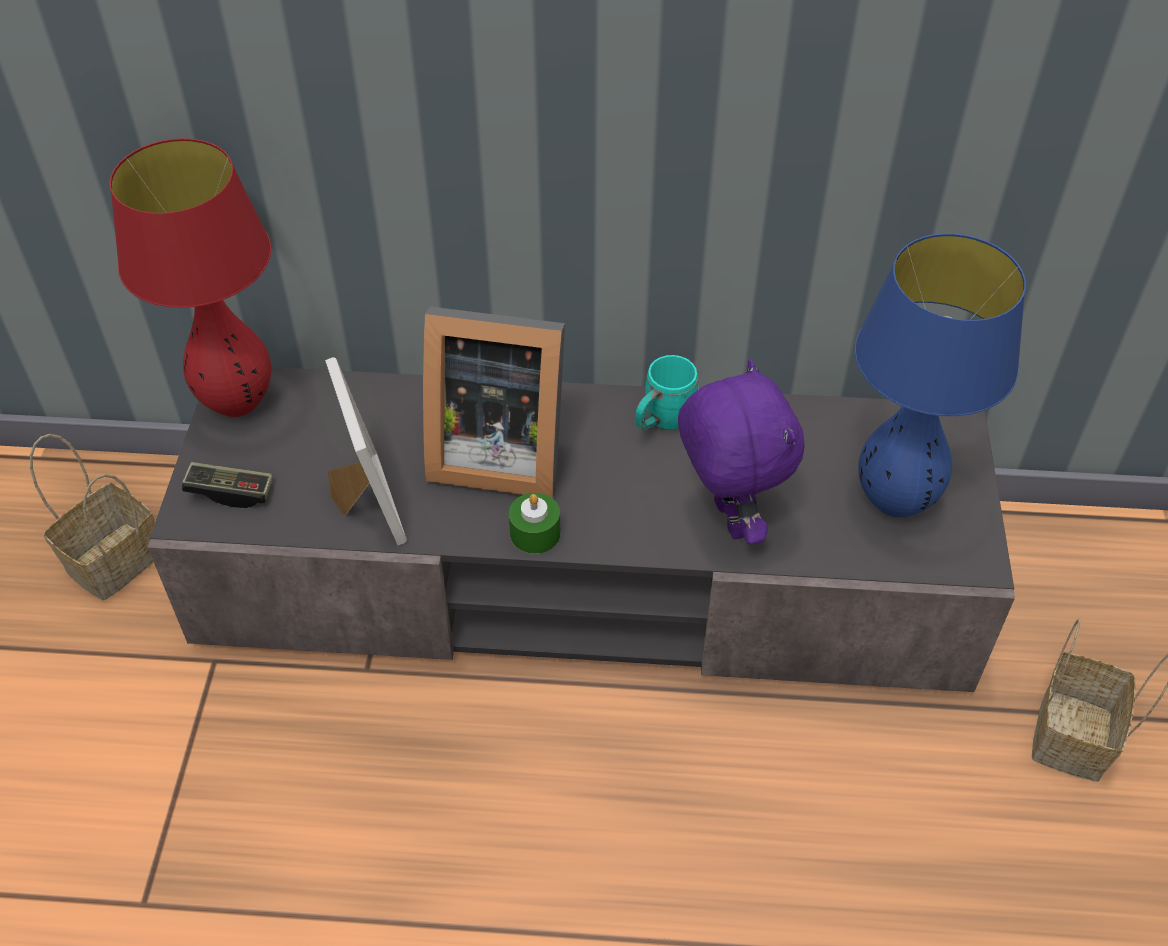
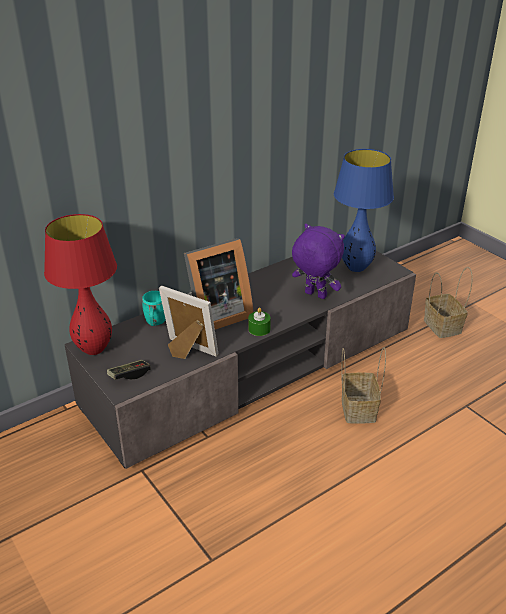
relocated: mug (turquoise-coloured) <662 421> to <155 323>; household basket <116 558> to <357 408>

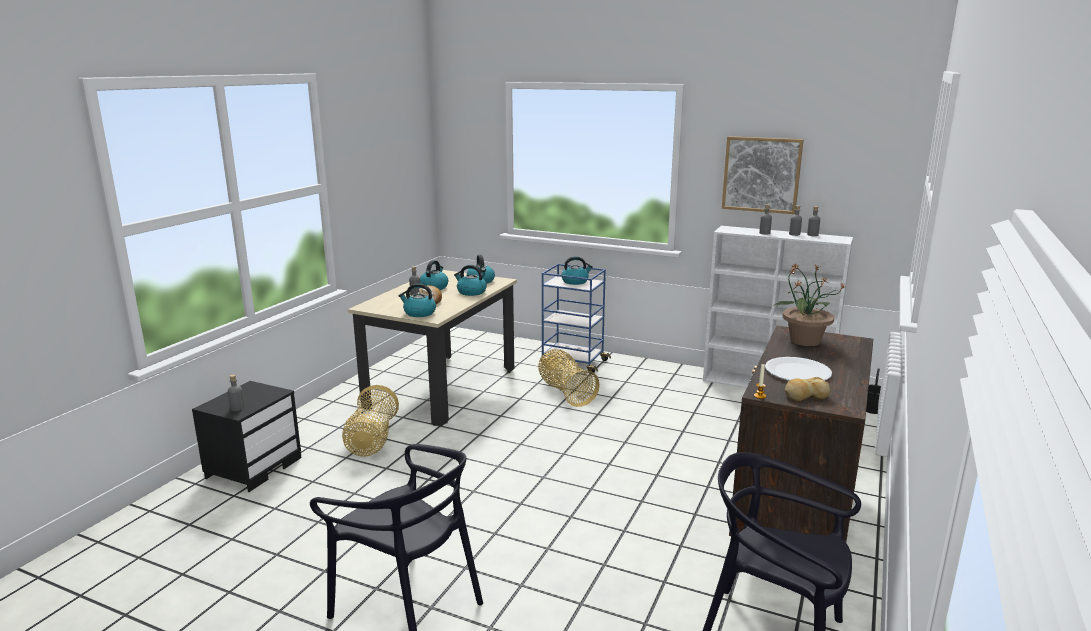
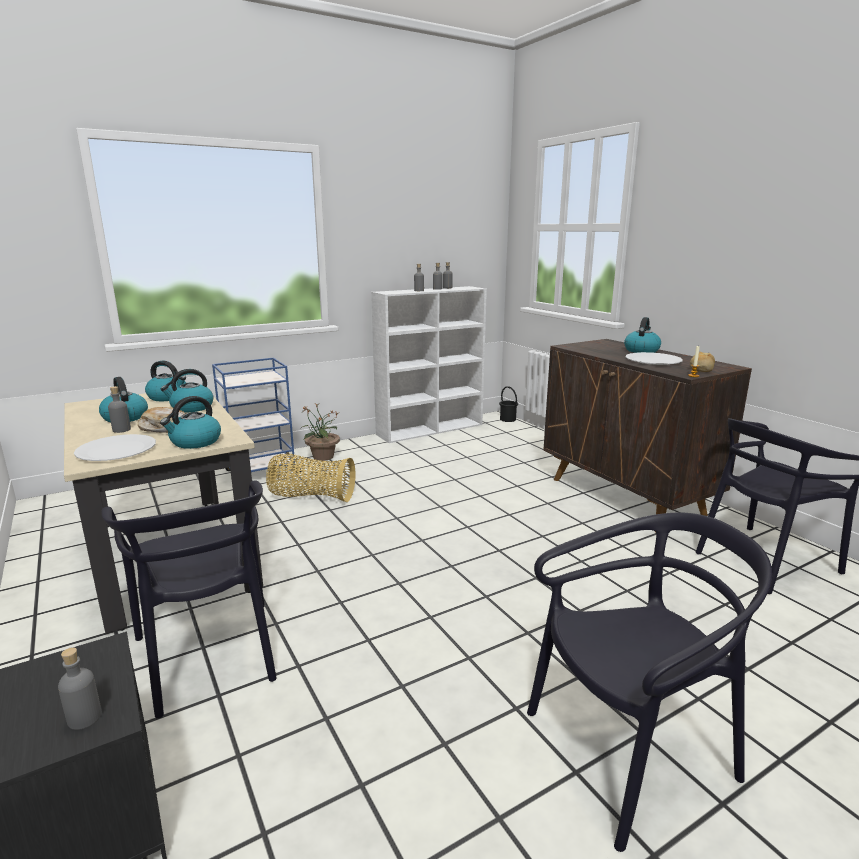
missing: wall picture <761 174>
appeared: flat dish (white-coloured) <116 450>
relocated: potted plant <803 341> to <322 457>; kettle <575 281> to <641 350>
exchanged: household basket <371 440> to upright chair (black-coloured) <209 654>

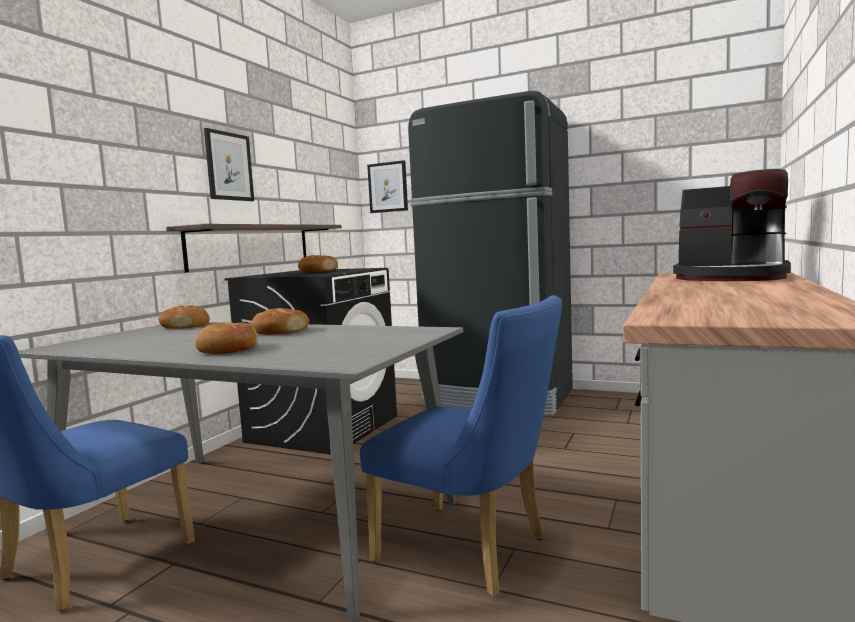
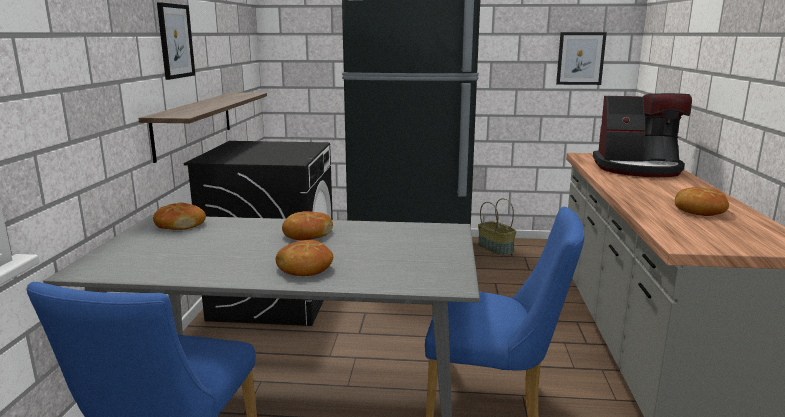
appeared: household basket <496 248>
relocated: wall picture <388 187> to <580 58>; baked bread <317 271> to <699 210>

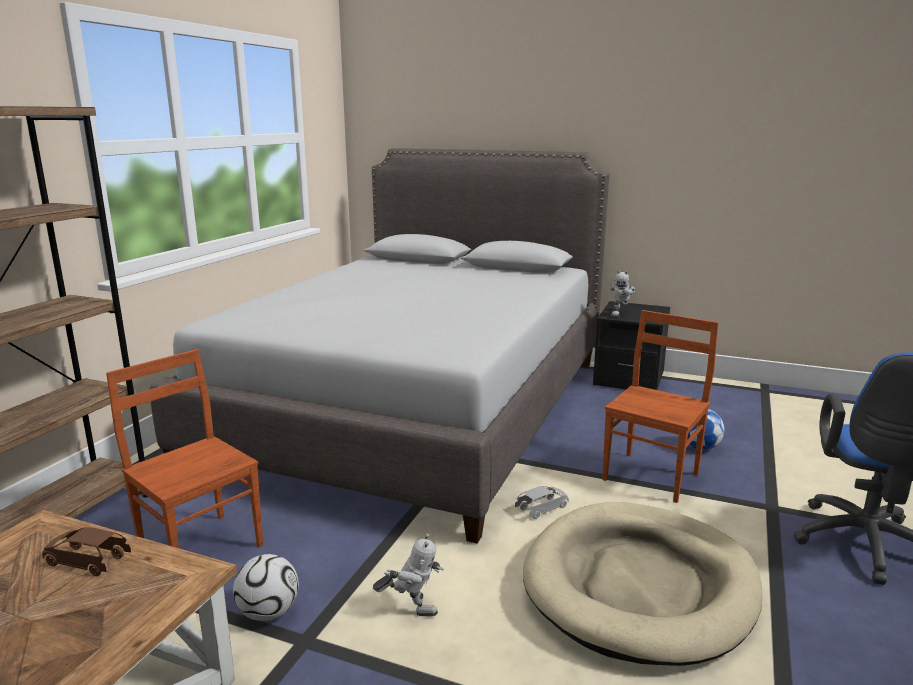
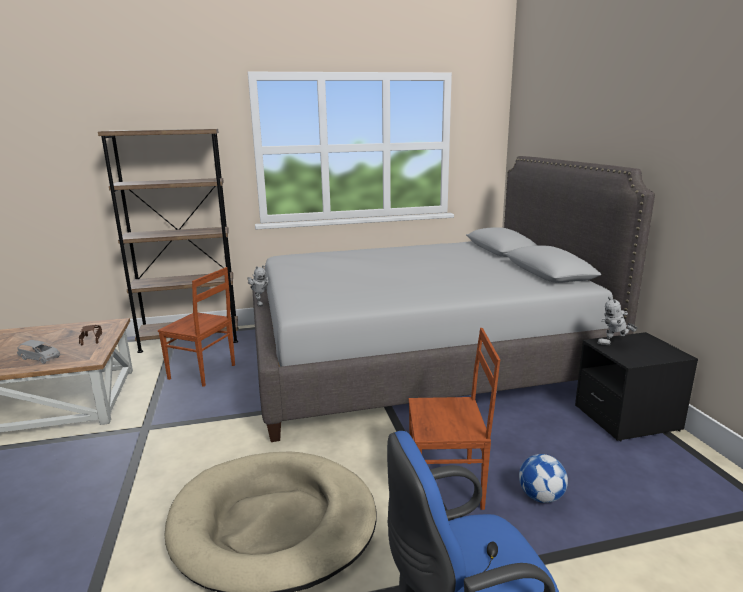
missing: football ball <269 613>
relocated: toy car (gray) <542 509> to <40 358>; model robot <411 609> to <260 303>
spun: upright chair (brownish) <202 547> = <202 372> 105 degrees clockwise

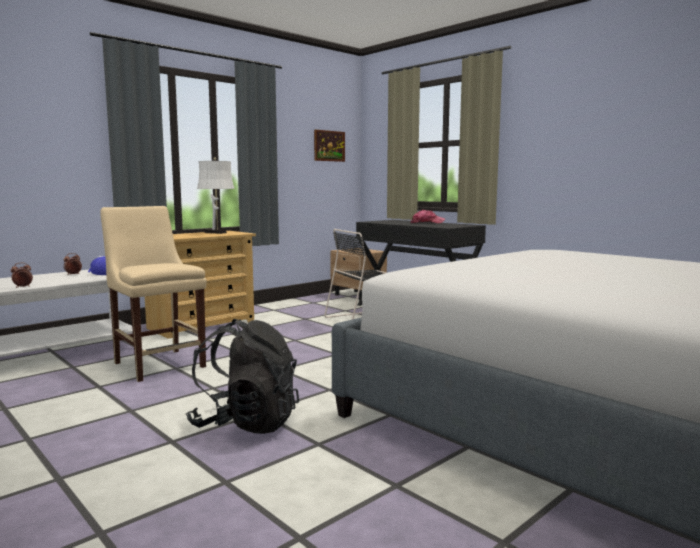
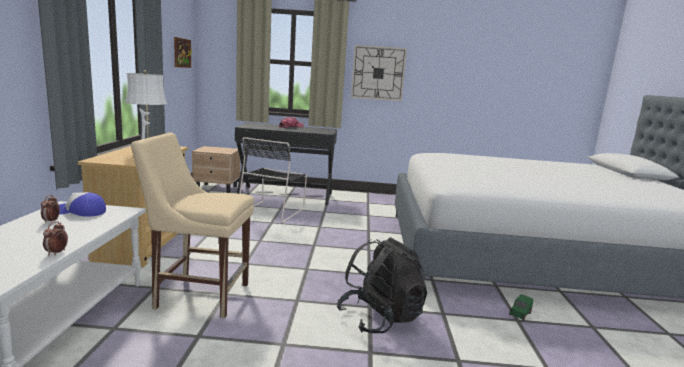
appeared: clock on the wall <378 73>; toy car (green) <520 314>

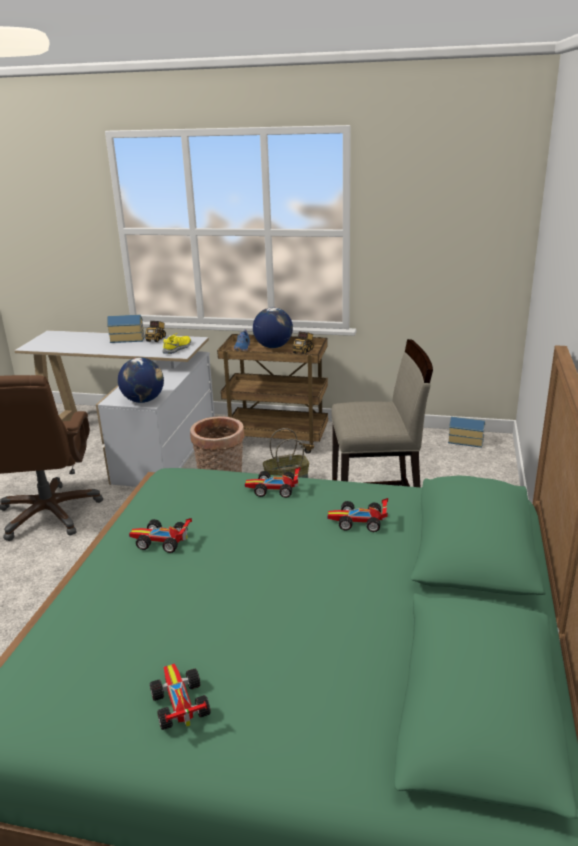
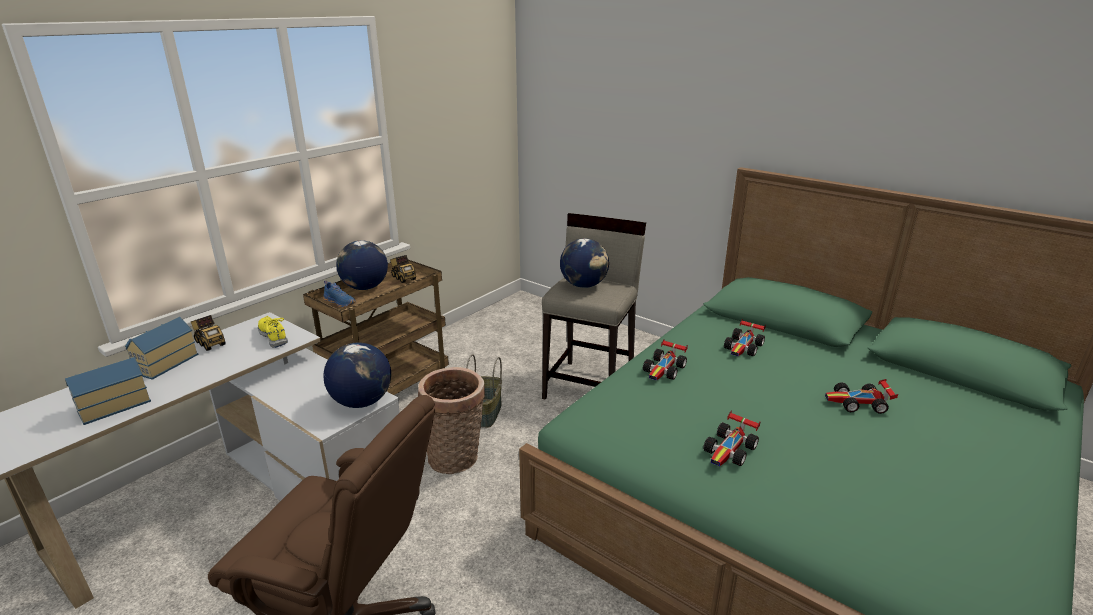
appeared: globe <584 285>
relocated: toy house <465 440> to <113 405>; toy car <178 704> to <858 403>

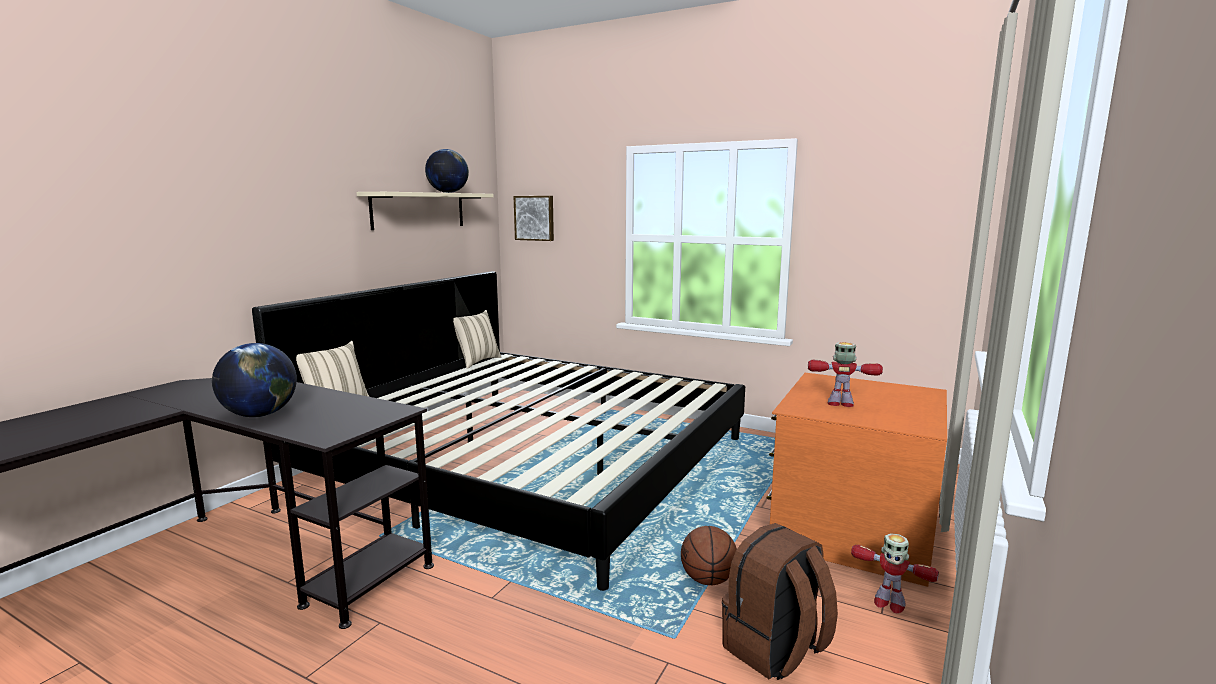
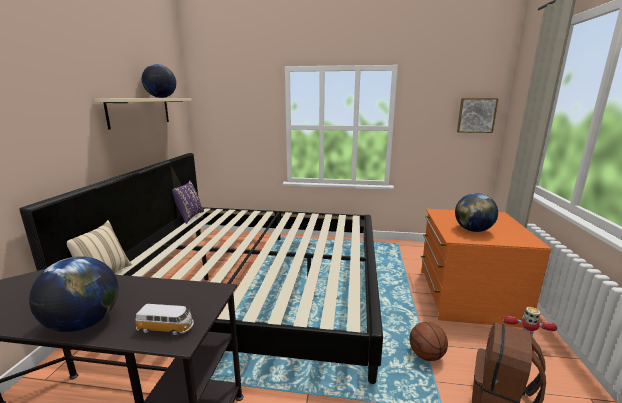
appeared: toy car <167 328>
relocated: wall picture <535 218> to <476 115>
exchanged: model robot <841 404> to globe <473 230>
colour: throw pillow (beige) <477 361> to throw pillow (purple-coloured) <189 217>

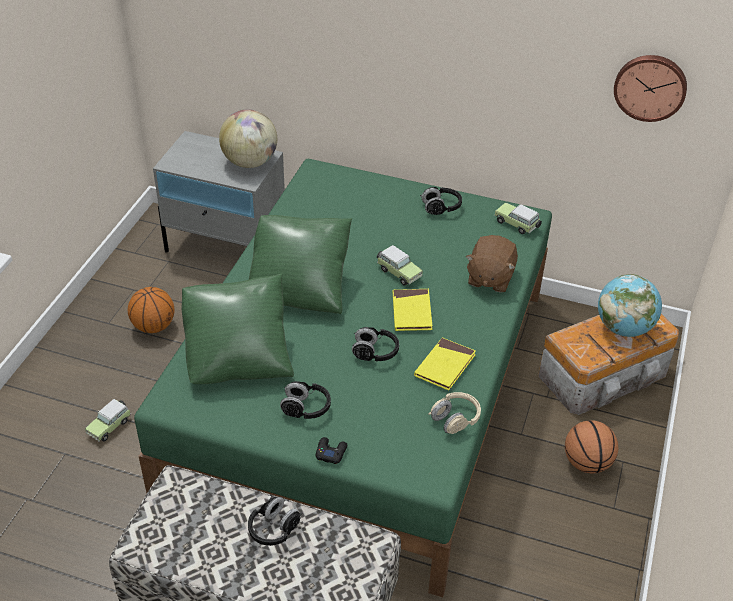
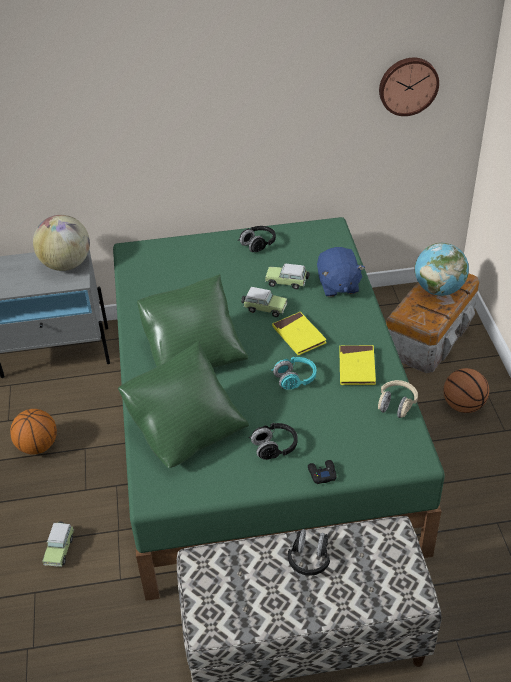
relocated: toy car <517 225> to <287 283>
colour: headset (black-coloured) <375 352> to headset (turquoise-coloured) <295 379>; plush toy (brownish) <489 278> to plush toy (bluish) <338 285>

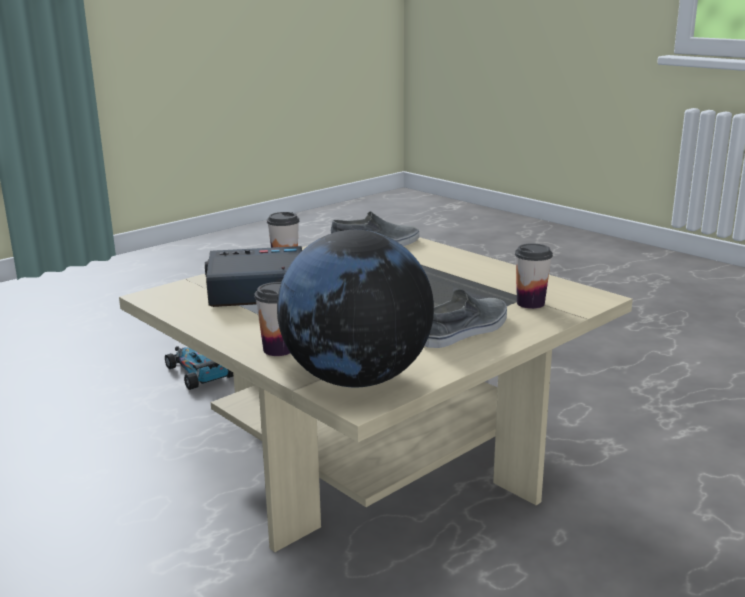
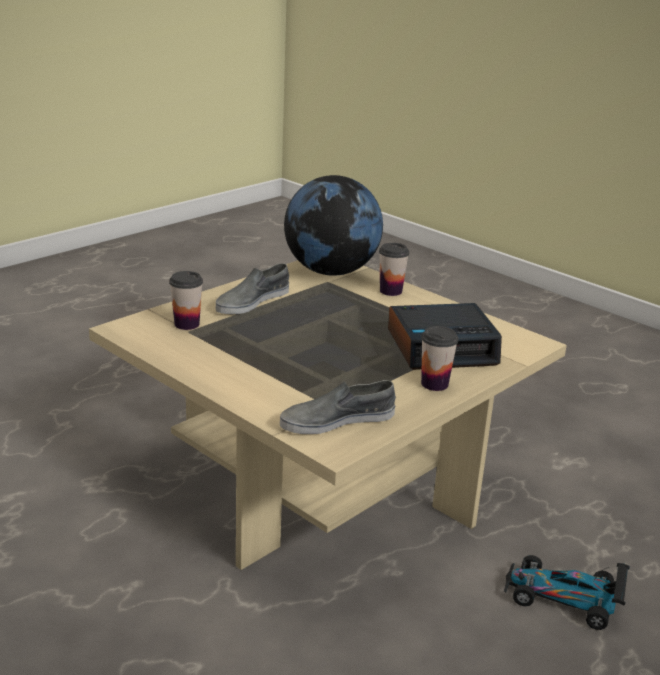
spun: toy car <200 373> = <564 598> 150 degrees clockwise

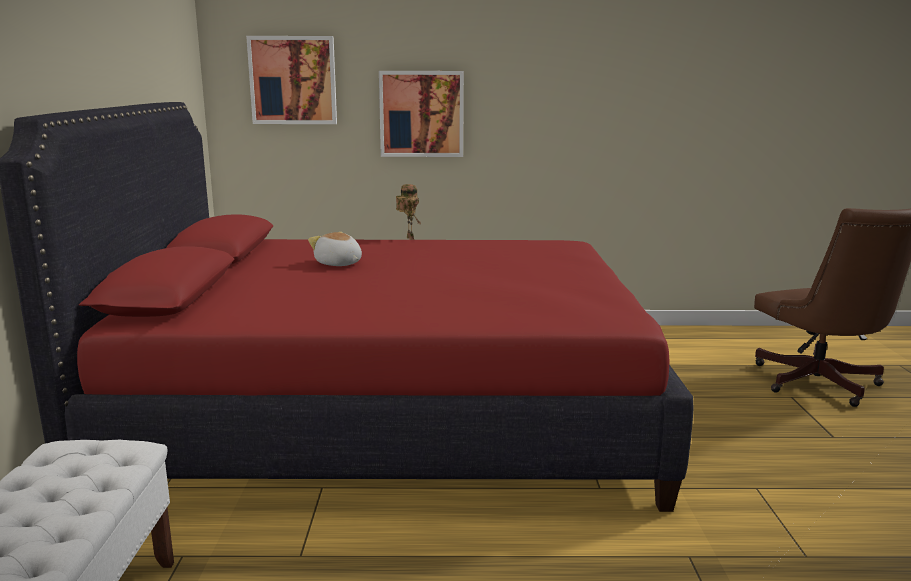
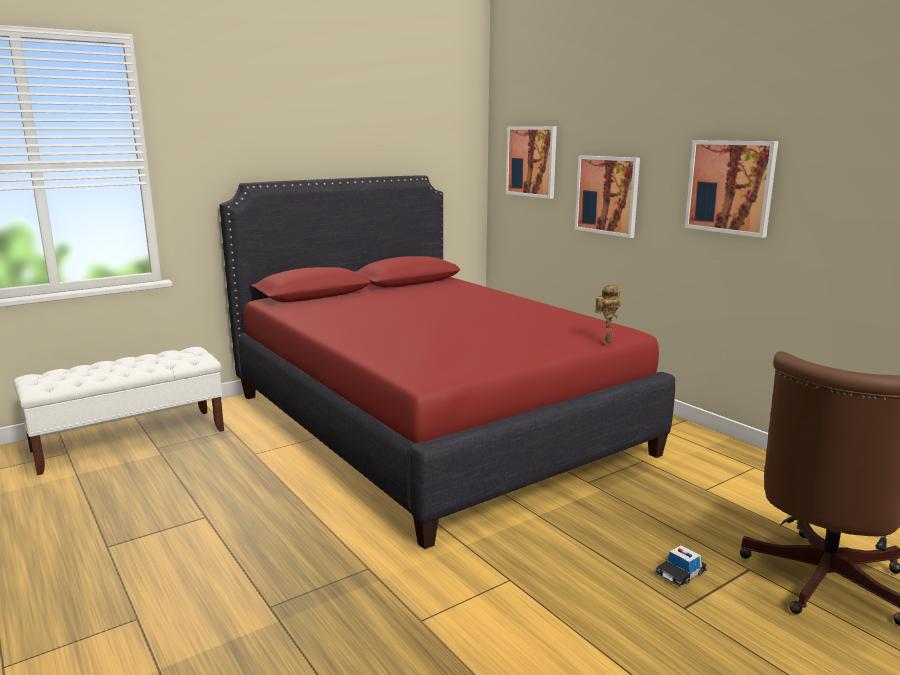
missing: plush toy <338 264>
appeared: toy car <680 573>; wall picture <730 187>
relocated: model robot <408 238> to <606 341>

